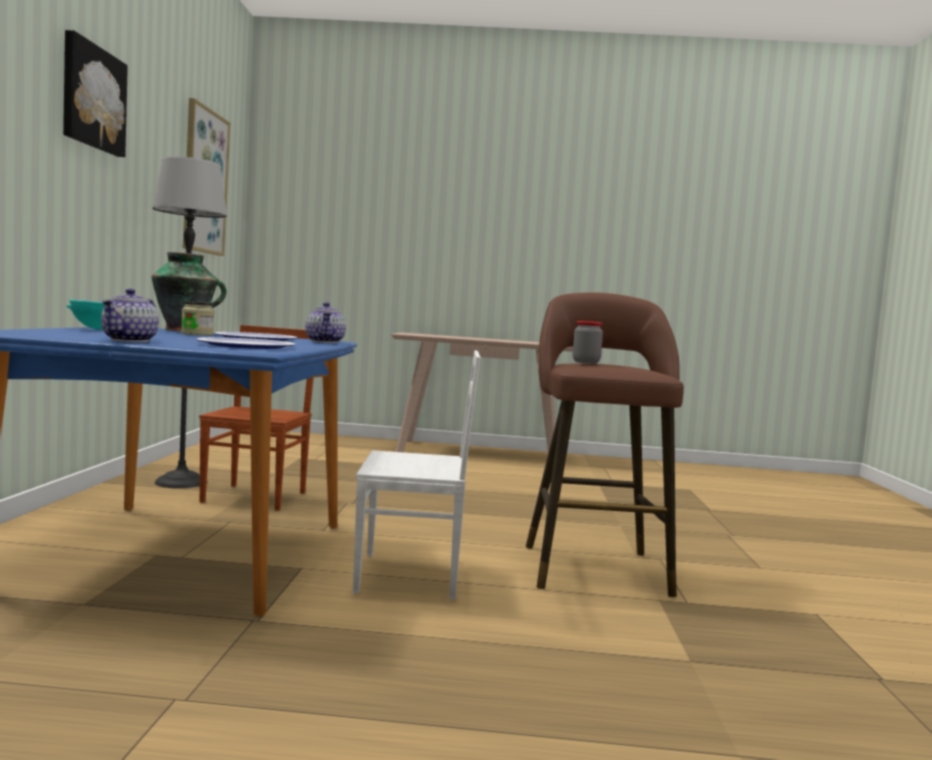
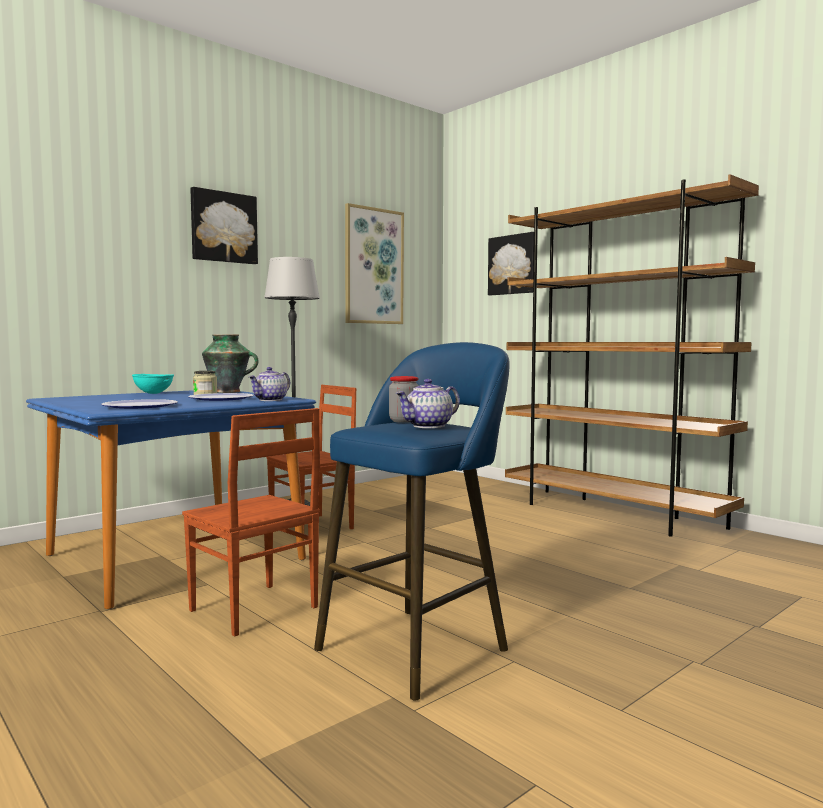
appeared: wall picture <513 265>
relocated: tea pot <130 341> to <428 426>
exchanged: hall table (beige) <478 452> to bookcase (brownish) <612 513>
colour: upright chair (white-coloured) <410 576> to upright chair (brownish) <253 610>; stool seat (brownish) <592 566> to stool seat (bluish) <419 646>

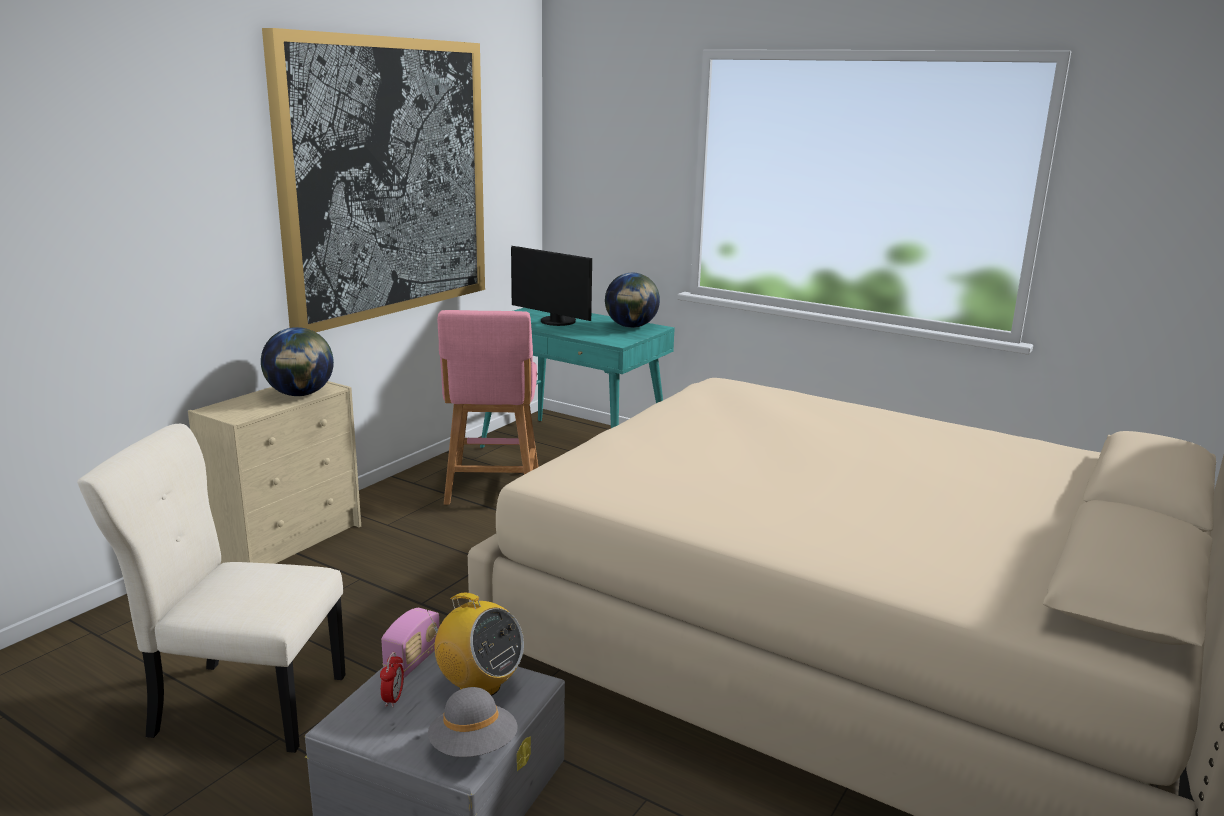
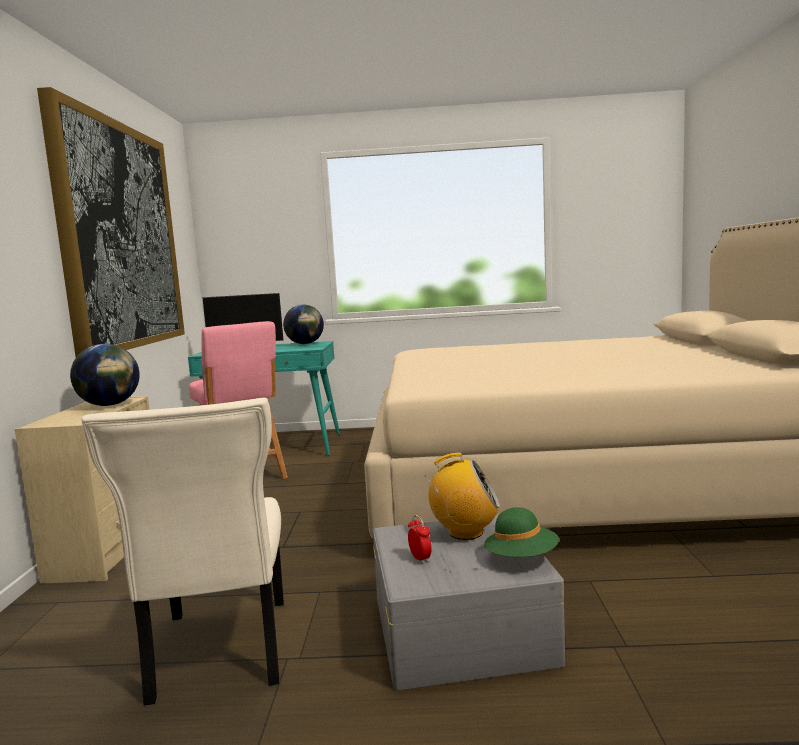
missing: radio <412 660>
colour: clothing hat (gray) <473 748> to clothing hat (green) <521 558>
spun: upright chair (beige) <243 704> = <219 652> 75 degrees counterclockwise

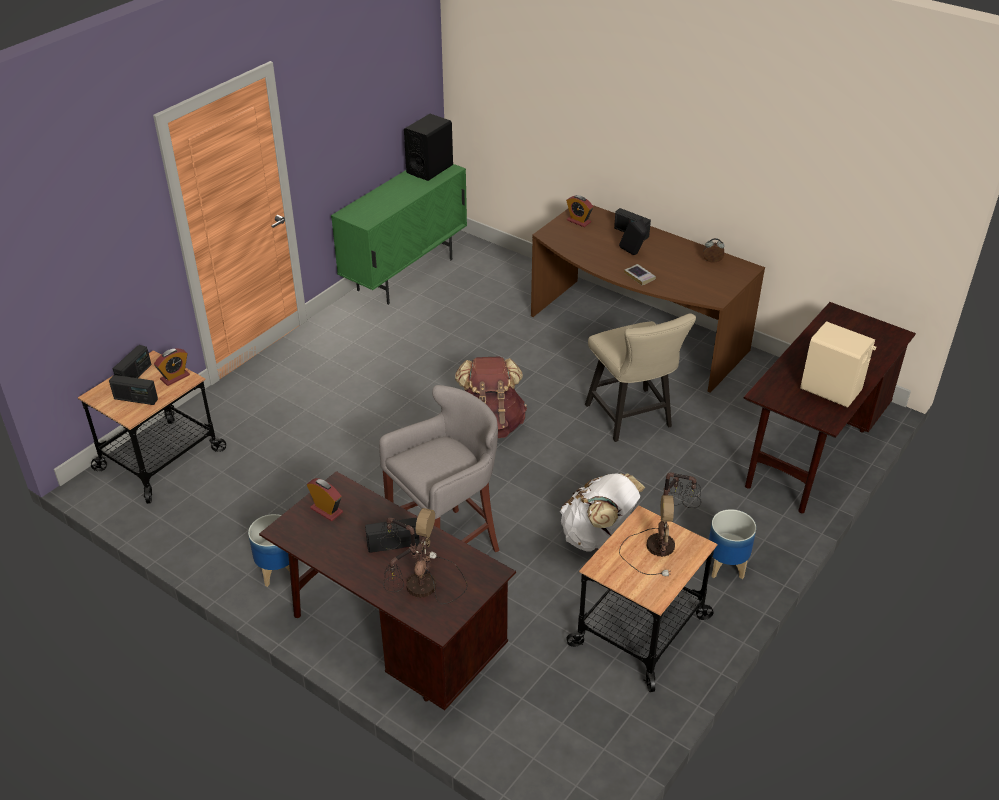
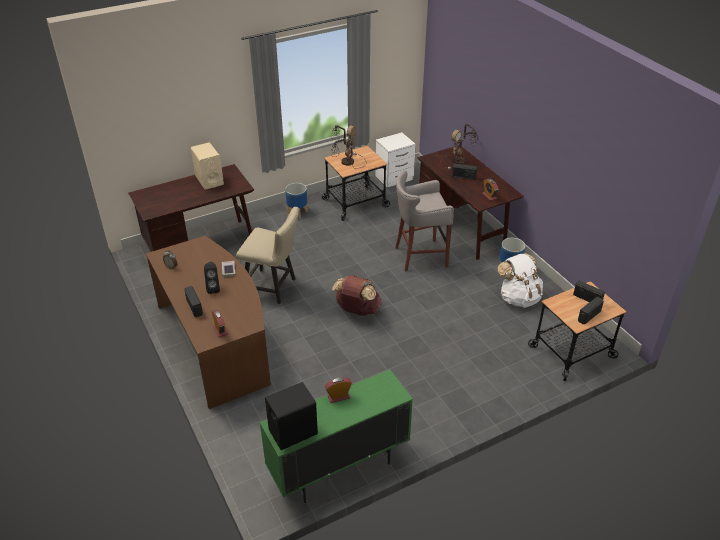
appeared: nightstand (white-coloured) <395 178>
relocated: alarm clock <175 377> to <338 397>; backpack (white-coloured) <598 536> to <518 298>
spun: upright chair (beige) <632 419> = <273 288> 105 degrees clockwise

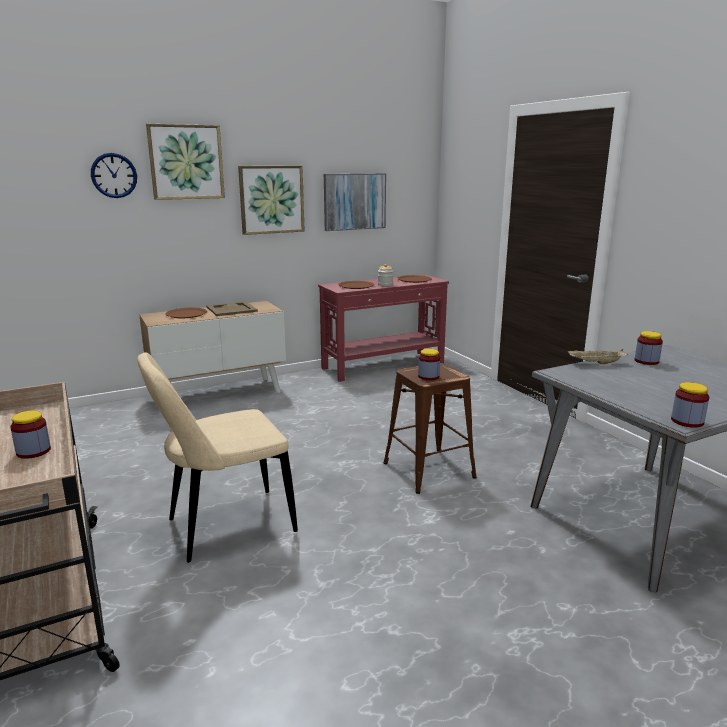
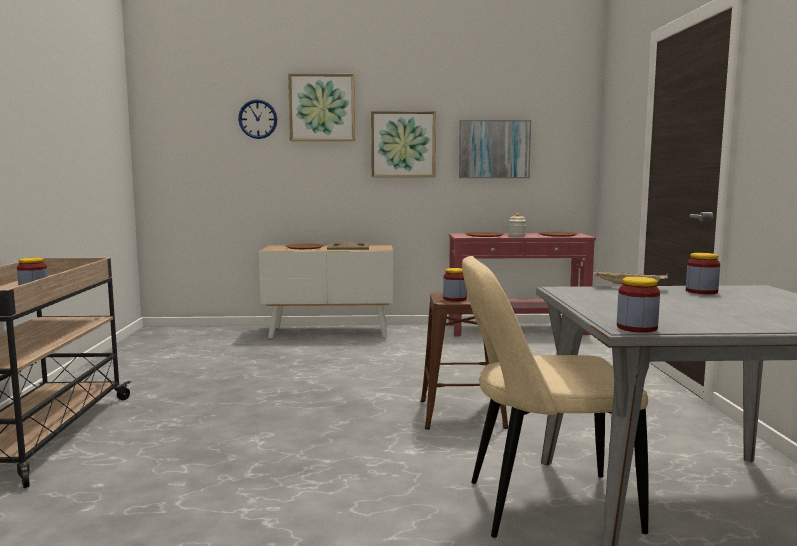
relocated: upright chair (beige) <225 527> to <542 506>

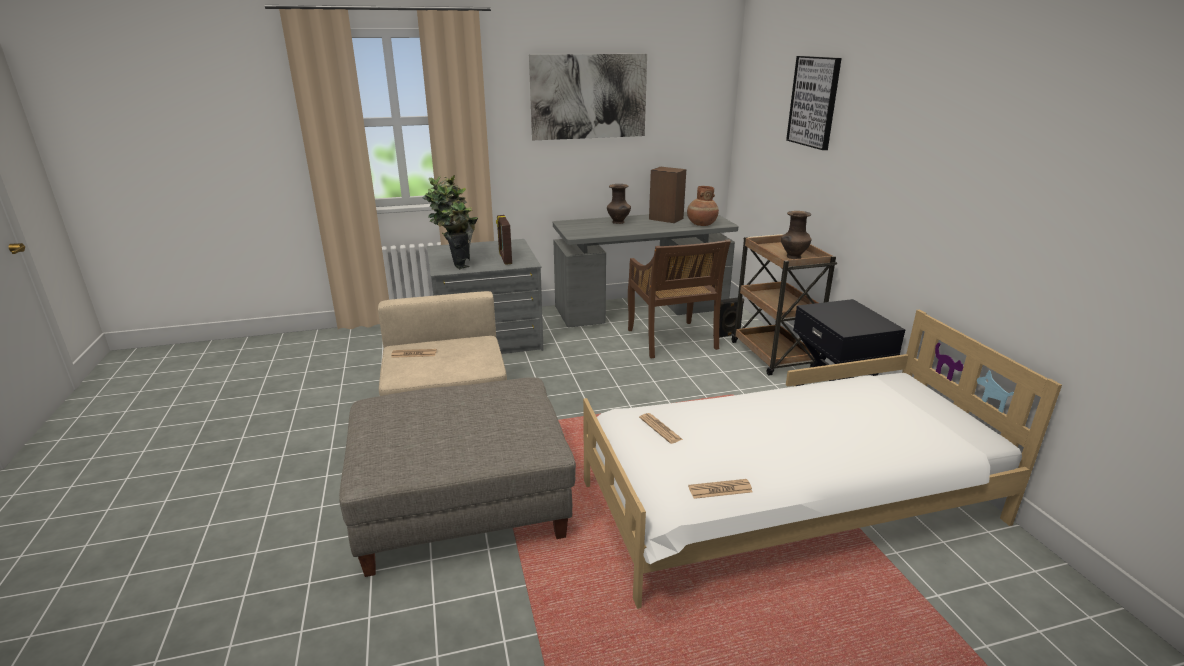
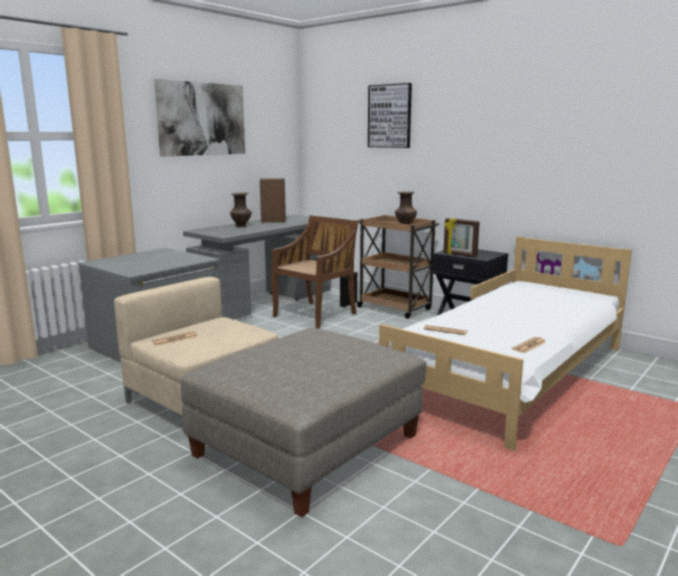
missing: potted plant <456 263>; decorative vase (brownish) <701 224>
relocated: standing frame <505 259> to <459 255>
spun: upright chair (brownish) <672 340> = <315 314> 90 degrees counterclockwise

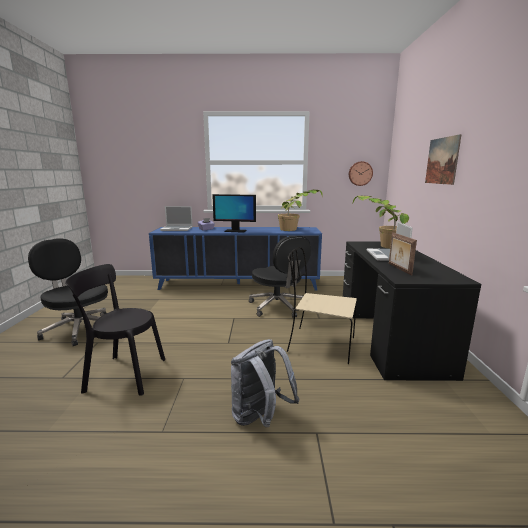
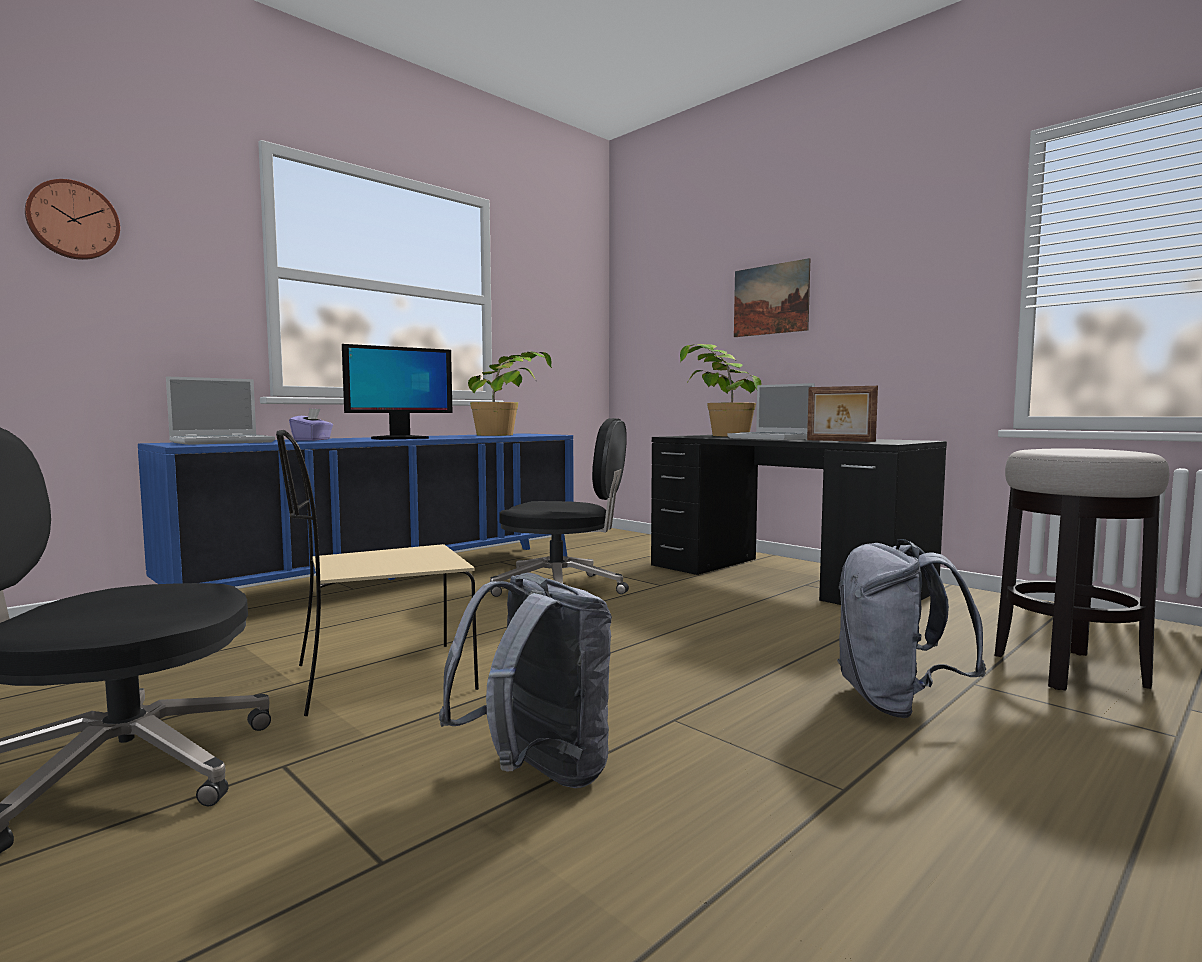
appeared: stool seat <1068 670>
relocated: clock on the wall <360 173> to <73 220>; upright chair (beige) <319 344> to <379 679>
exchanged: upright chair (black-coloured) <122 374> to backpack (gray) <537 774>

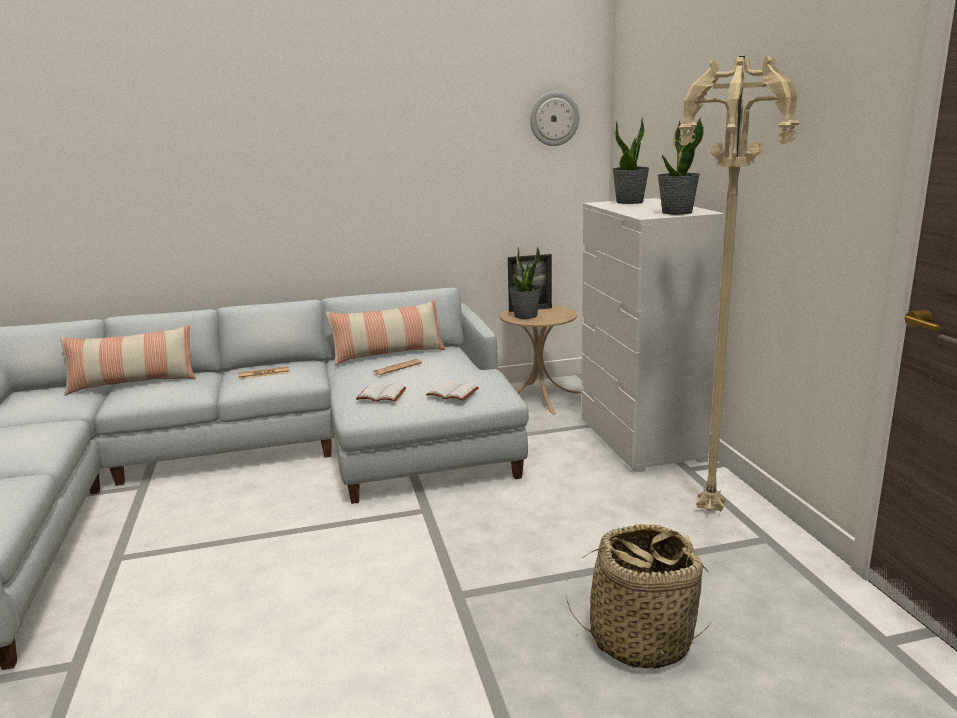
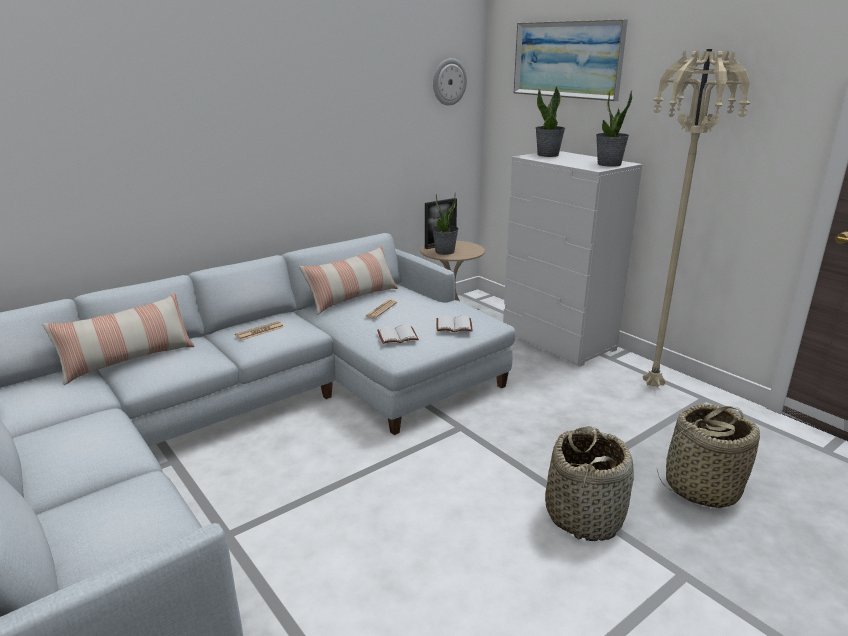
appeared: wall picture <567 59>; household basket <584 515>

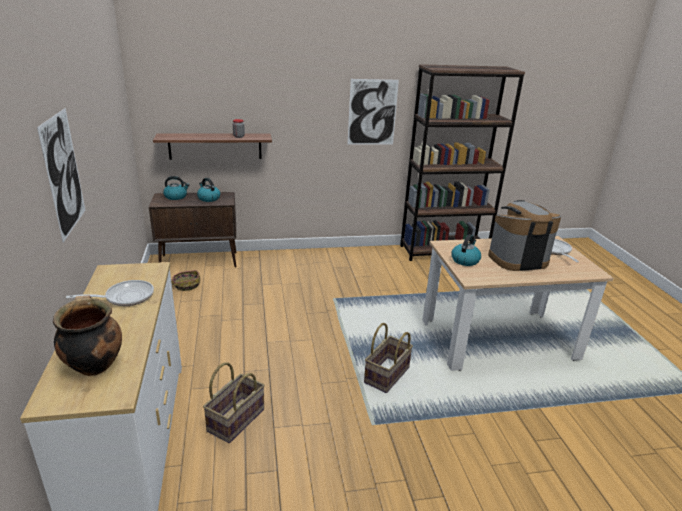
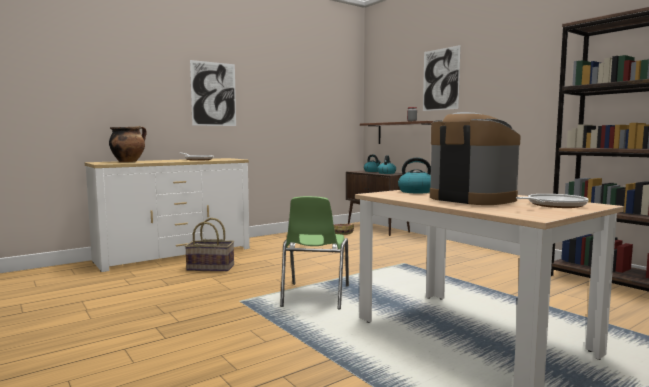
relocated: wall picture <372 112> to <440 79>
exchanged: household basket <387 375> to upright chair (green) <315 296>

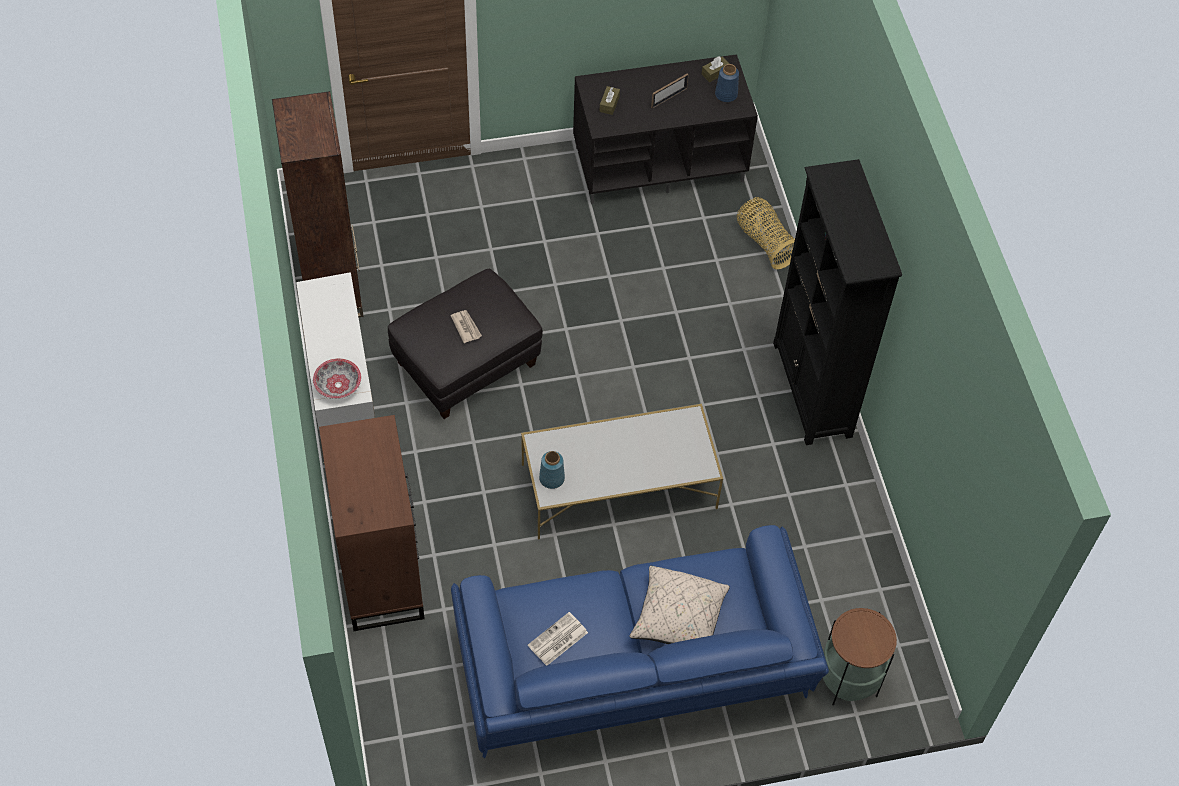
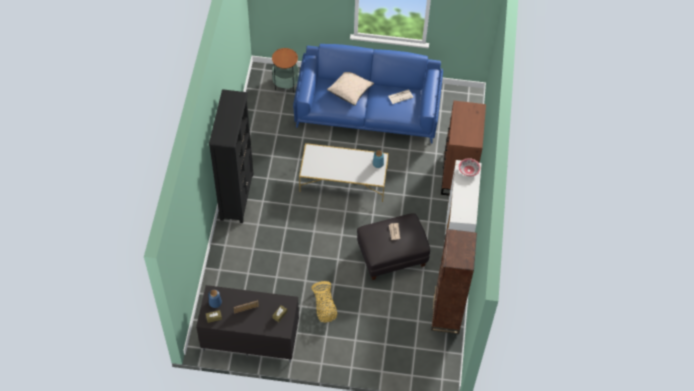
relocated: household basket <765 242> to <324 307>

